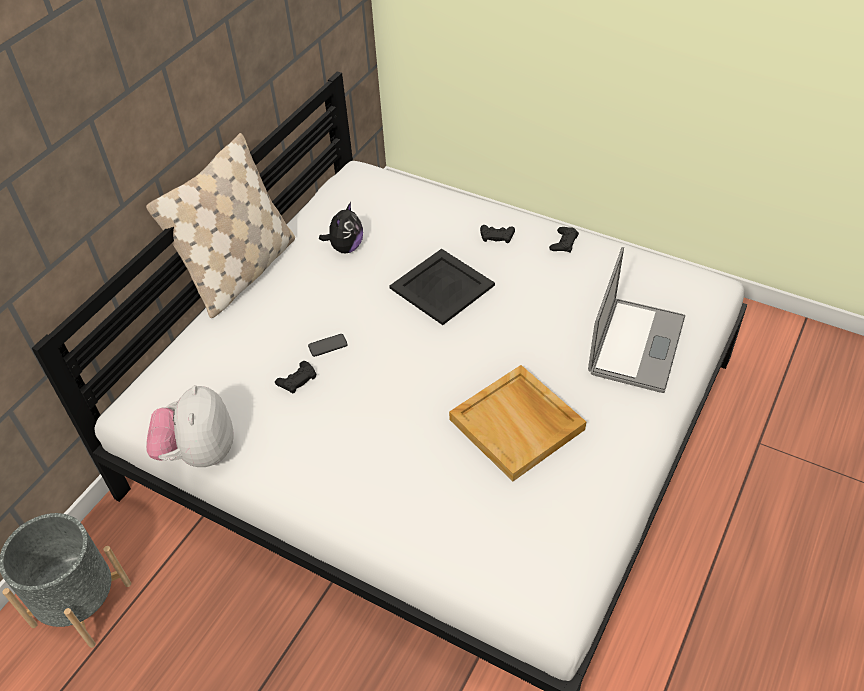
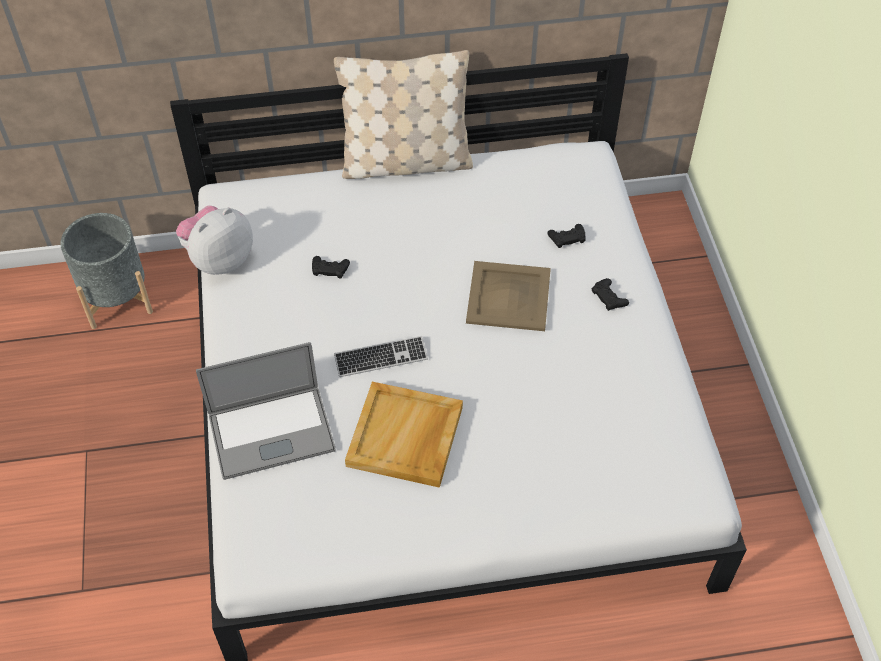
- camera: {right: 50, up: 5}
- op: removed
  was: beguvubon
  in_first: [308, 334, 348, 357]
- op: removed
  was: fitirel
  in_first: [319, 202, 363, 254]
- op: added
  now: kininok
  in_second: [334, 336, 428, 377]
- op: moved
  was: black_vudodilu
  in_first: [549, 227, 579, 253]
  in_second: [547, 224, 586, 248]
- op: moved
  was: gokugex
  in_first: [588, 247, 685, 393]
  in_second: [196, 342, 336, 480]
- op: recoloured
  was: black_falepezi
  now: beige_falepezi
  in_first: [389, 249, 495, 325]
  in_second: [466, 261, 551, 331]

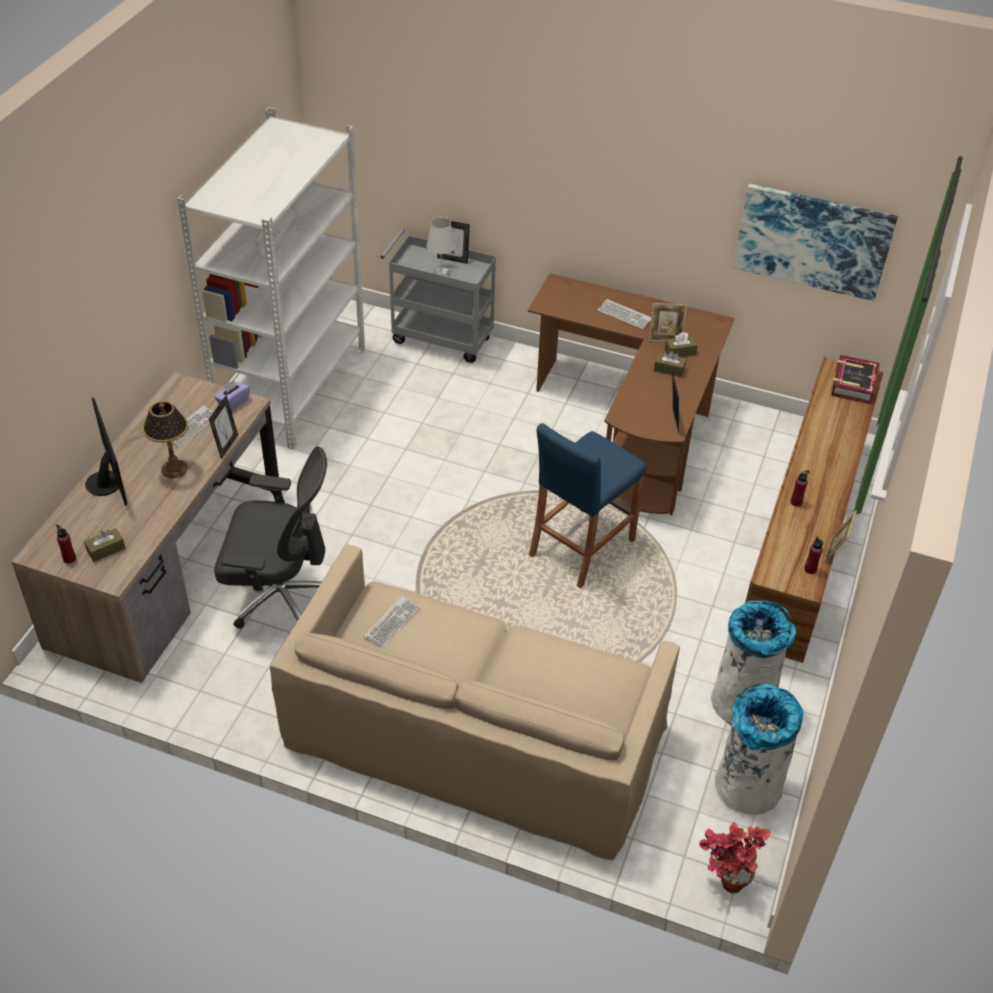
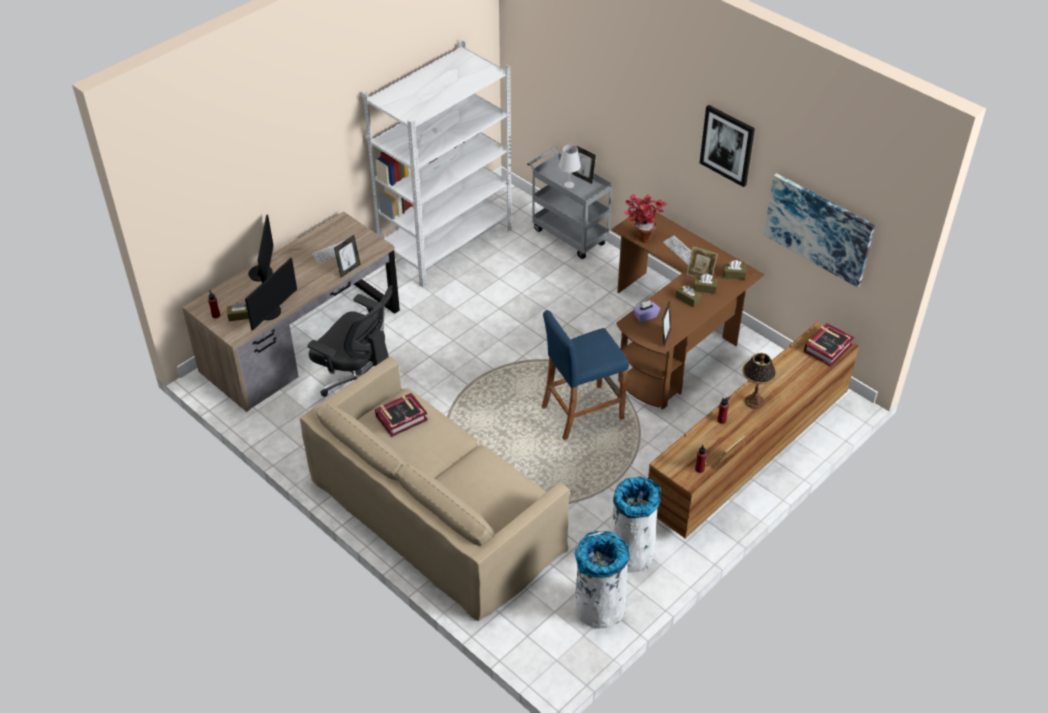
- camera: {right: 25, up: 0}
- op: added
  now: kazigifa
  in_second: [245, 258, 297, 331]
- op: added
  now: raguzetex
  in_second: [700, 105, 755, 187]
- op: added
  now: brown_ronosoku
  in_second: [723, 260, 746, 279]
- op: moved
  was: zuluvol
  in_first: [142, 401, 188, 478]
  in_second: [742, 353, 777, 409]
- op: moved
  was: purple_ronosoku
  in_first: [214, 380, 250, 411]
  in_second: [633, 300, 660, 323]
- op: moved
  was: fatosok
  in_first: [699, 822, 771, 893]
  in_second: [624, 194, 667, 243]
- op: replaced
  was: kininok
  now: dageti
  in_first: [364, 596, 420, 648]
  in_second: [375, 393, 428, 437]

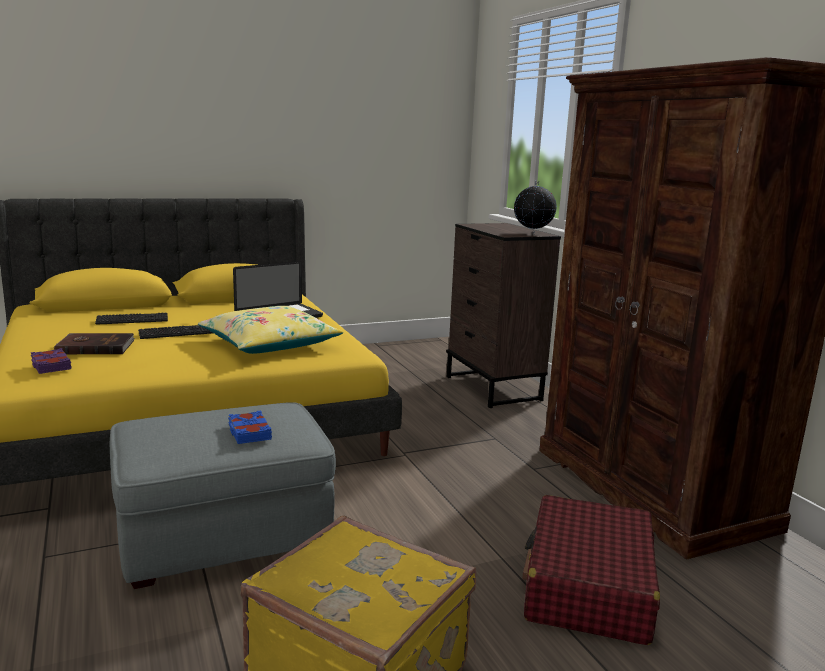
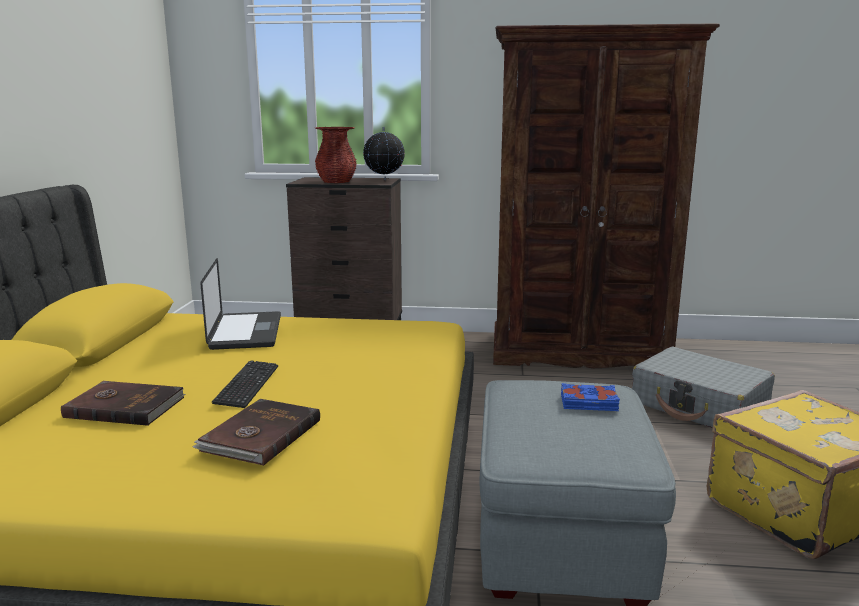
- camera: {right: -60, up: 0}
- op: removed
  was: purple_dageti
  in_first: [31, 348, 72, 374]
- op: removed
  was: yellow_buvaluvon
  in_first: [198, 306, 343, 354]
- op: added
  now: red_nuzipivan
  in_second: [315, 127, 357, 183]
- op: replaced
  was: kininok
  now: brown_dageti
  in_first: [95, 312, 168, 325]
  in_second: [61, 381, 186, 426]
- op: recoloured
  was: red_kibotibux
  now: grey_kibotibux
  in_first: [523, 495, 660, 645]
  in_second: [632, 347, 775, 428]

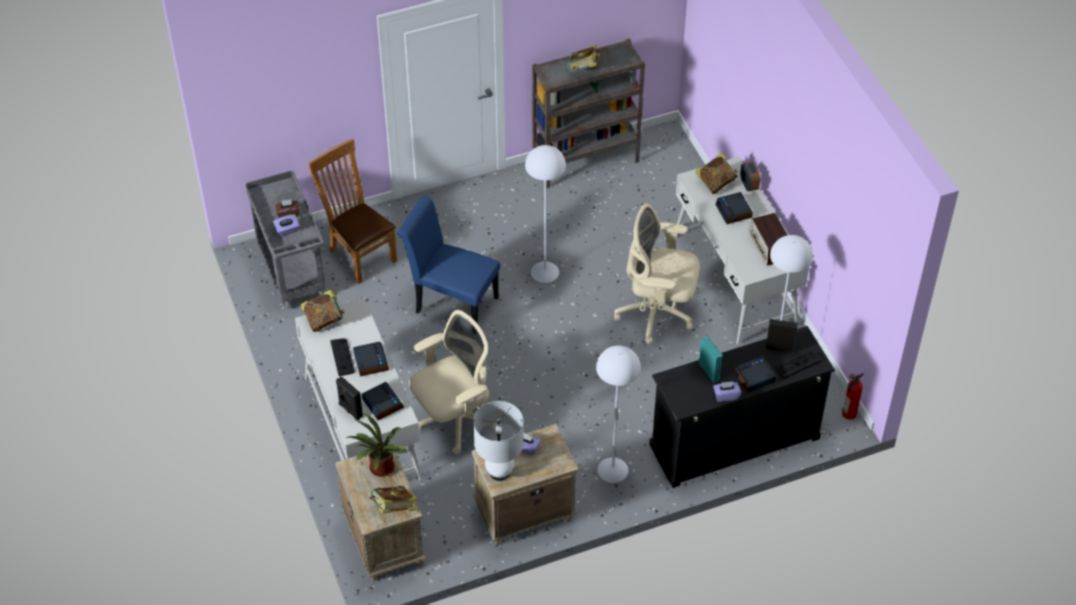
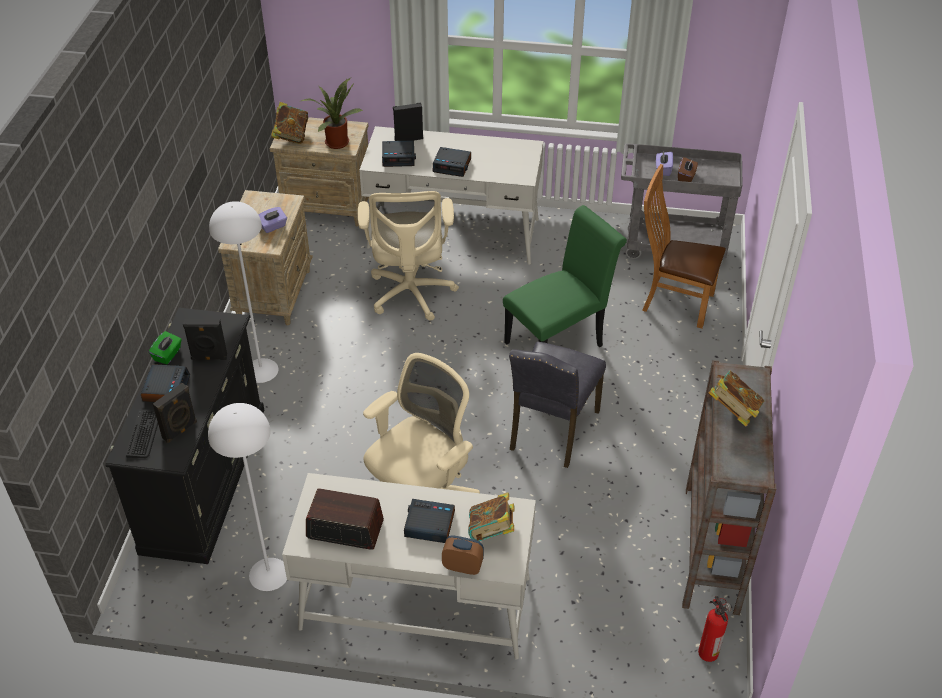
- camera: {right: 120, up: -5}
- op: removed
  was: dageti
  in_first: [300, 290, 344, 332]
- op: removed
  was: kininok
  in_first: [331, 338, 355, 376]
- op: removed
  was: white_zuluvol
  in_first: [473, 401, 524, 481]
- op: moved
  was: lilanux
  in_first: [842, 373, 863, 420]
  in_second: [698, 596, 732, 662]
- op: replaced
  was: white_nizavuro
  now: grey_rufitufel
  in_first: [525, 145, 566, 283]
  in_second: [509, 341, 606, 468]
- op: recoloured
  was: blue_rufitufel
  now: green_rufitufel
  in_first: [397, 196, 500, 324]
  in_second: [503, 205, 627, 347]
- op: recoloured
  was: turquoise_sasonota
  now: black_sasonota
  in_first: [699, 336, 723, 382]
  in_second: [183, 319, 227, 360]
- op: recoloured
  was: purple_ronosoku
  now: green_ronosoku
  in_first: [713, 381, 741, 402]
  in_second: [149, 331, 182, 364]
- op: turned
  was: brown_rufitufel
  in_first: [308, 139, 397, 284]
  in_second: [642, 164, 726, 328]
  clockwise: -150

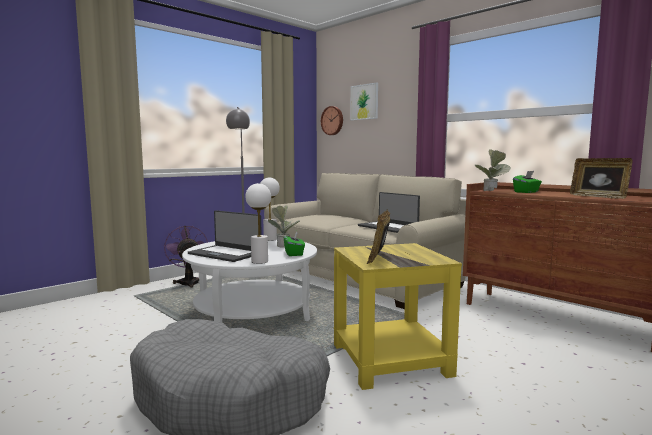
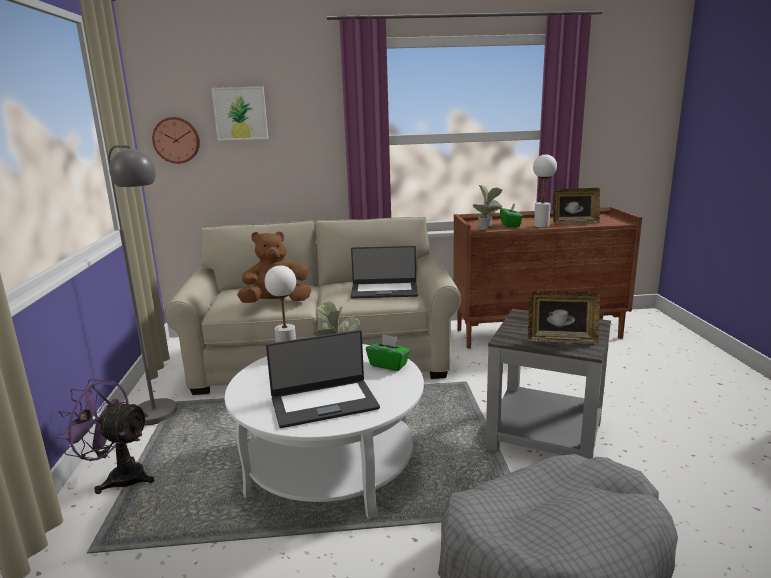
- camera: {right: -50, up: 10}
- op: added
  now: brown_fitirel
  in_second: [237, 231, 311, 303]
- op: moved
  was: white_zuluvol
  in_first: [245, 183, 271, 264]
  in_second: [533, 154, 557, 228]
- op: recoloured
  was: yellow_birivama
  now: grey_birivama
  in_first: [334, 243, 462, 390]
  in_second: [485, 309, 611, 459]
- op: turned
  was: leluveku
  in_first: [366, 209, 390, 264]
  in_second: [528, 291, 600, 344]
  clockwise: -45

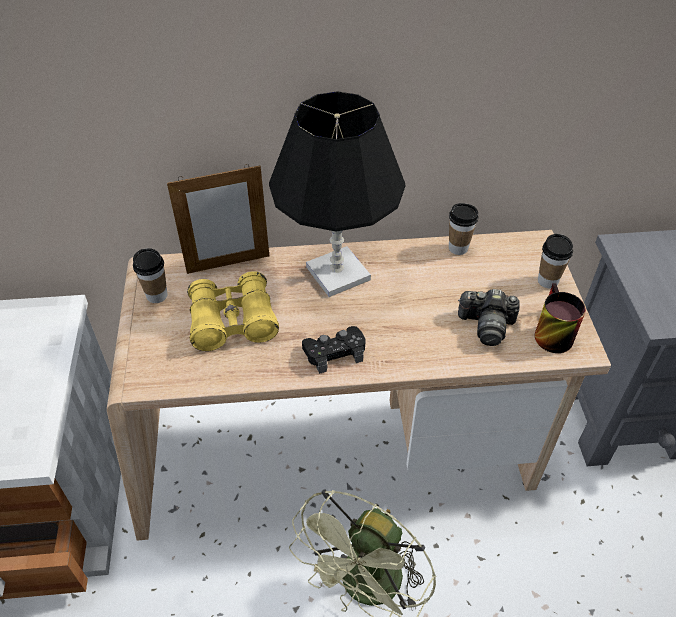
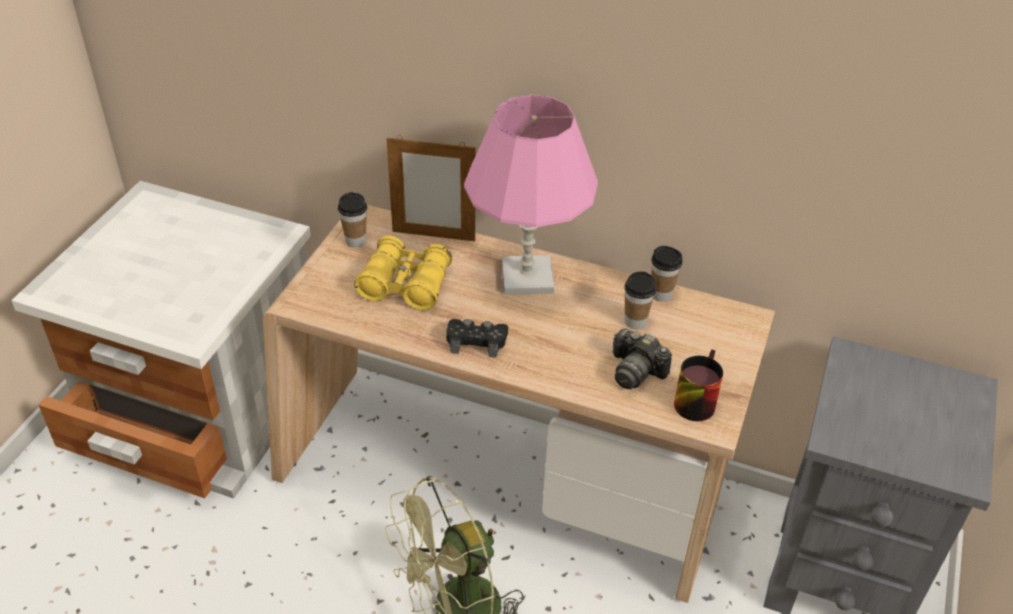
- camera: {right: 25, up: -5}
- op: moved
  was: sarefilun
  in_first: [538, 234, 573, 288]
  in_second: [624, 272, 656, 329]
- op: recoloured
  was: black_zuluvol
  now: pink_zuluvol
  in_first: [269, 91, 405, 297]
  in_second: [464, 95, 598, 295]

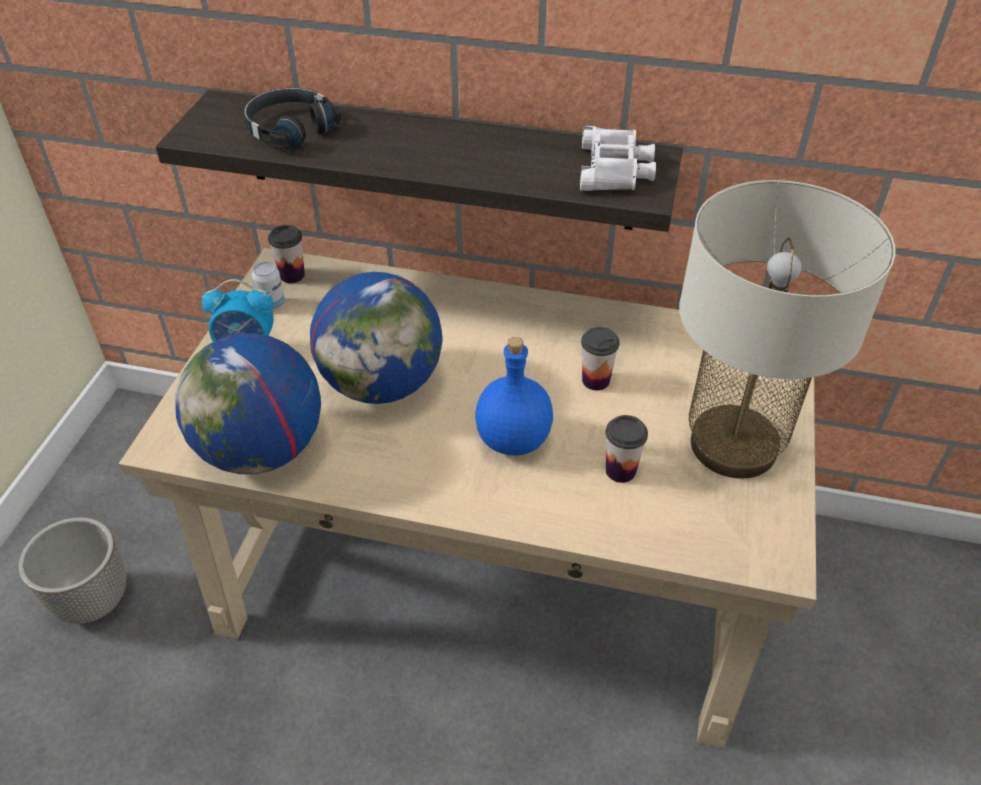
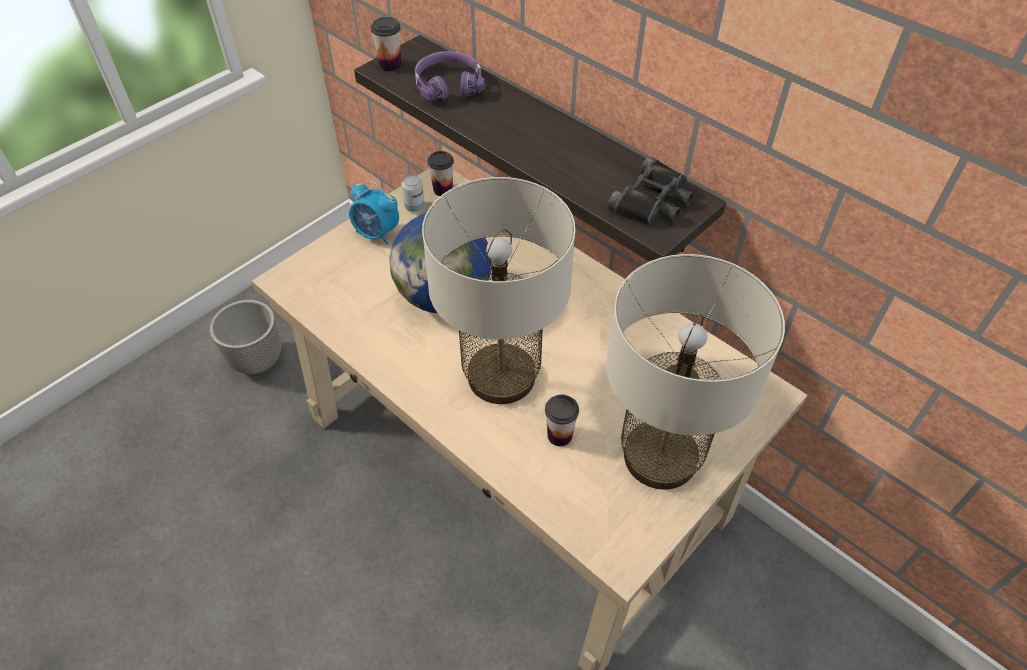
- camera: {right: 30, up: 5}
- op: removed
  was: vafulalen
  in_first: [175, 333, 321, 474]
- op: moved
  was: sarefilun
  in_first: [581, 327, 620, 391]
  in_second: [371, 17, 401, 72]
- op: replaced
  was: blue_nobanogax
  now: zuluvol
  in_first: [475, 337, 553, 455]
  in_second: [422, 177, 576, 404]
- op: recoloured
  was: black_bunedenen
  now: purple_bunedenen
  in_first: [244, 88, 342, 148]
  in_second: [415, 51, 485, 101]
- op: recoloured
  was: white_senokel
  now: black_senokel
  in_first: [580, 126, 656, 191]
  in_second: [608, 157, 694, 225]

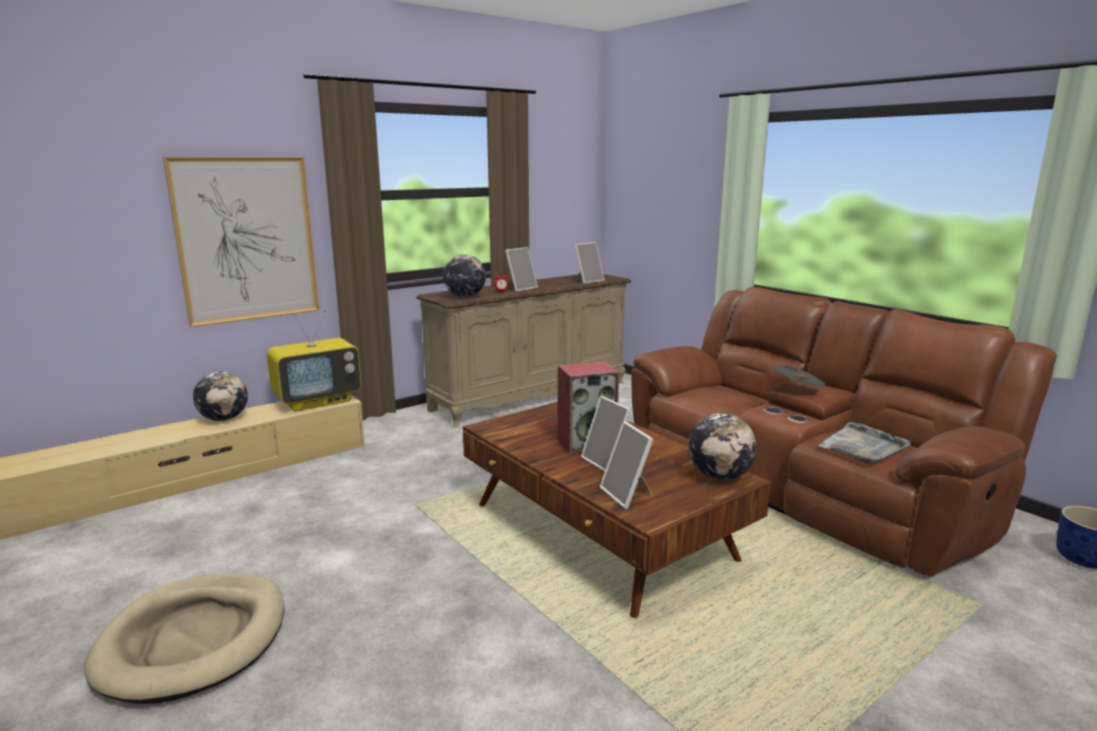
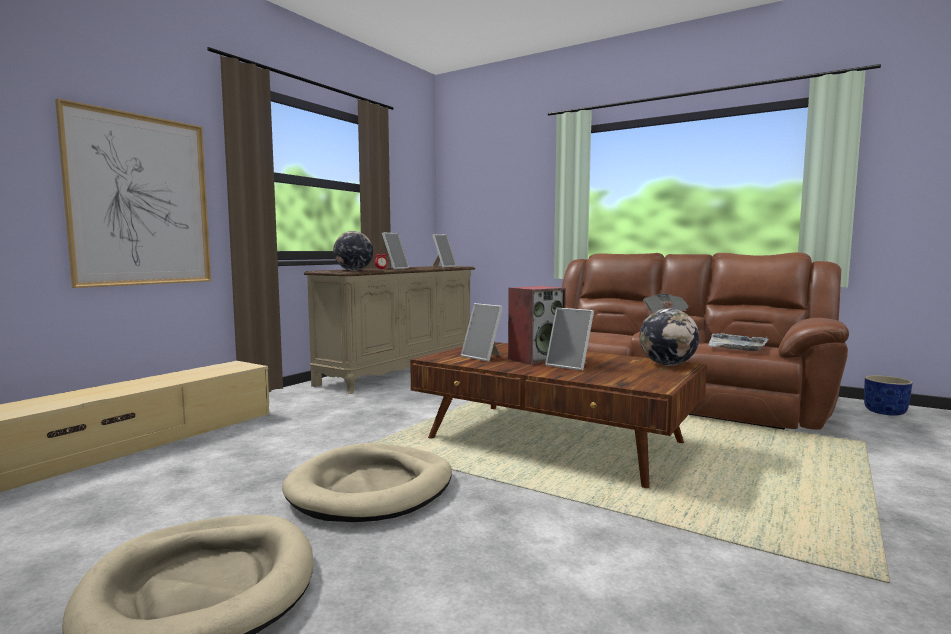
- camera: {right: -20, up: -10}
- op: removed
  was: vafulalen
  in_first: [193, 371, 248, 421]
- op: removed
  was: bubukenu
  in_first: [267, 311, 361, 412]
- op: added
  now: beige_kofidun
  in_second: [282, 443, 452, 522]
- op: moved
  was: leluveku
  in_first: [600, 421, 654, 509]
  in_second: [461, 303, 503, 362]

